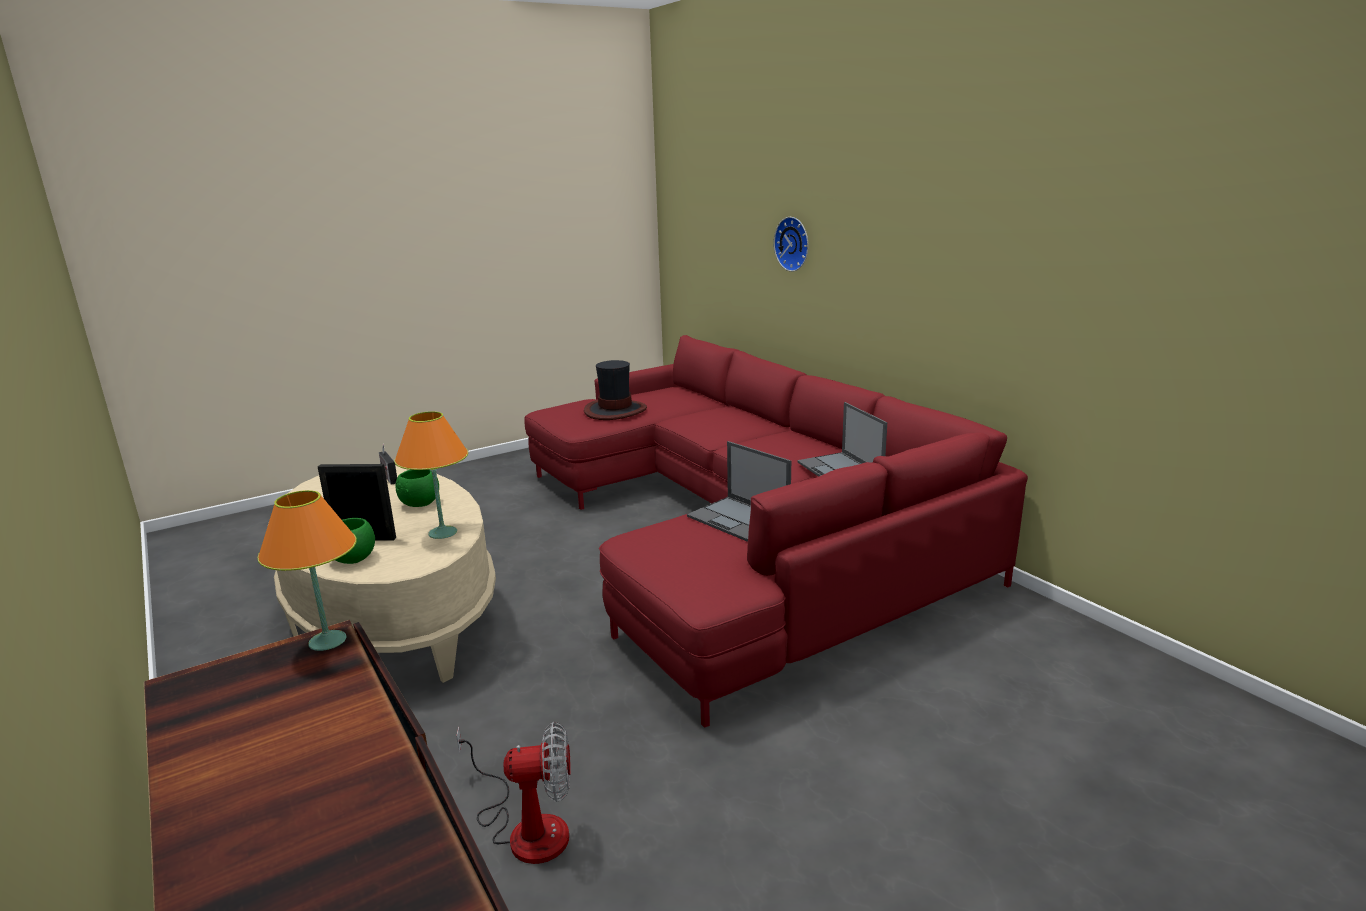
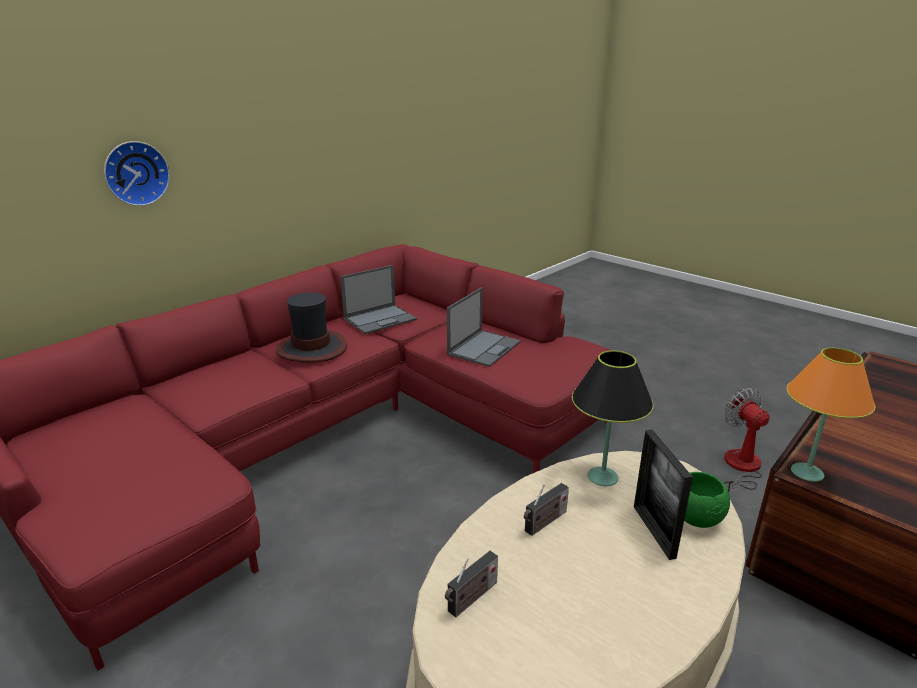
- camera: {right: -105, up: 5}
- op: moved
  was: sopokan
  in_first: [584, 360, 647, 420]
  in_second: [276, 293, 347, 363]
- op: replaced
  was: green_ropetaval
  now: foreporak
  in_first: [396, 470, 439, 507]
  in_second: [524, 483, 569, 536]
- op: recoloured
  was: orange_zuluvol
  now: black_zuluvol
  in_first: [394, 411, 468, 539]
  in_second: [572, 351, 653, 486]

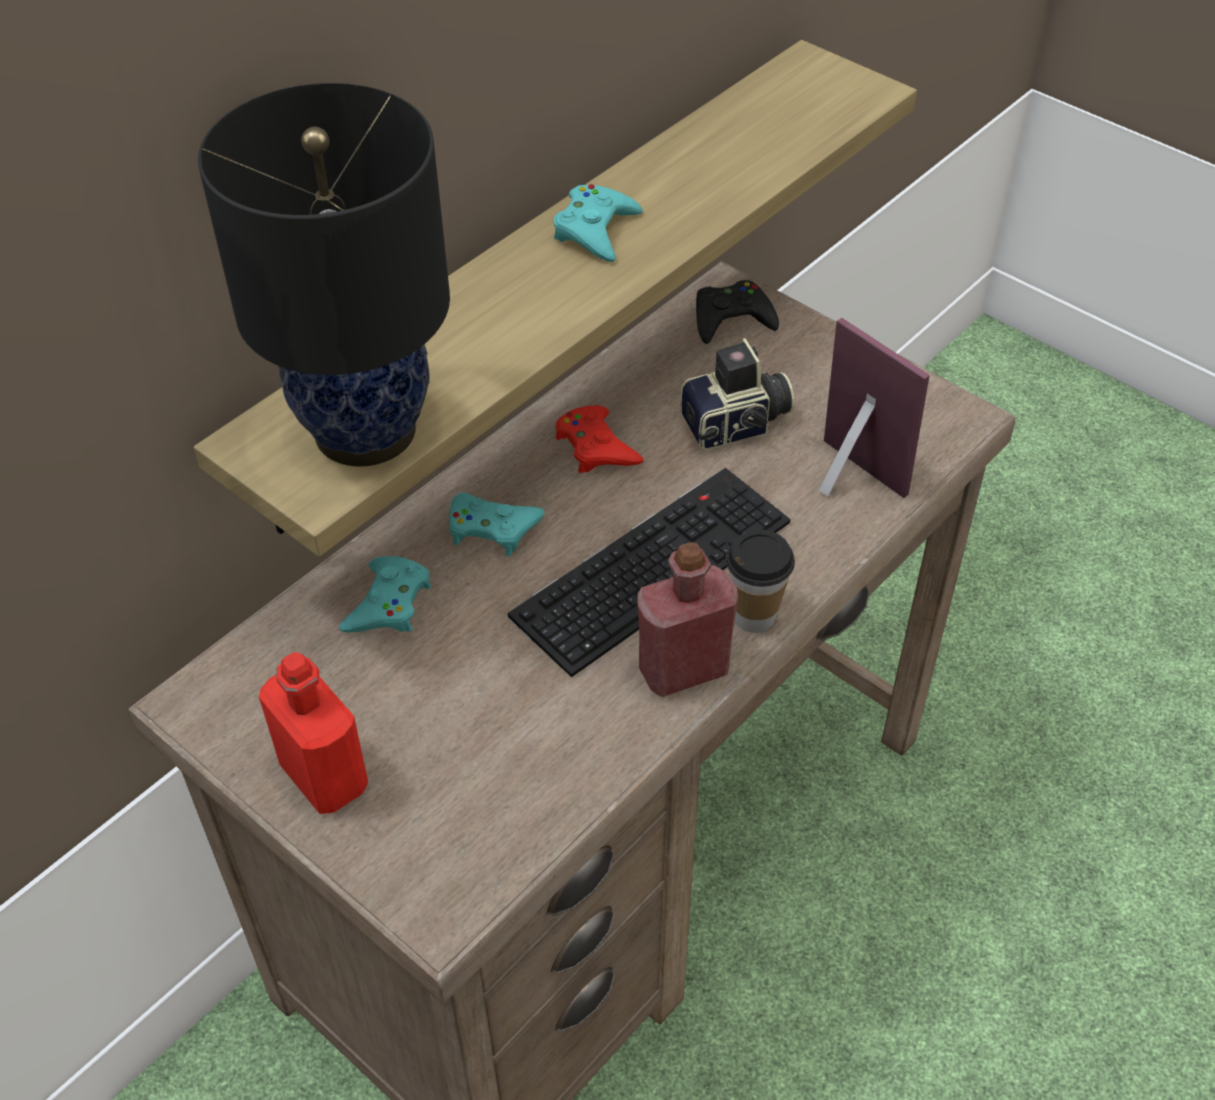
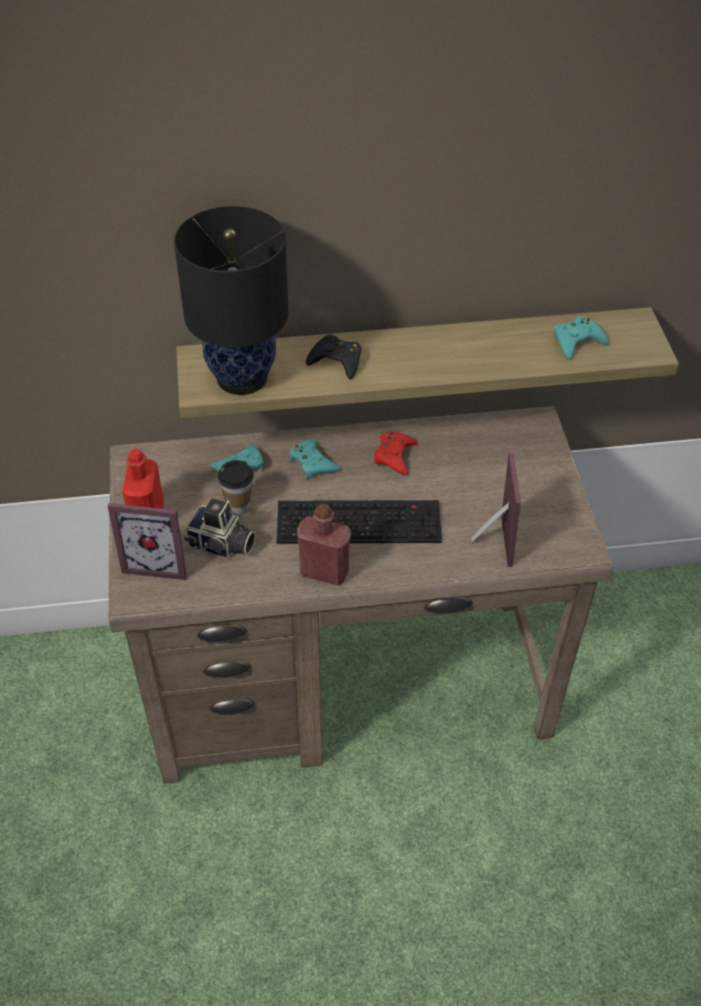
- camera: {right: 40, up: 0}
- op: added
  now: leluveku
  in_second: [107, 503, 187, 580]
- op: moved
  was: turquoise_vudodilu
  in_first: [554, 184, 643, 262]
  in_second: [553, 316, 609, 360]
- op: moved
  was: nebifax
  in_first: [680, 339, 794, 450]
  in_second: [184, 498, 256, 559]
- op: moved
  was: black_vudodilu
  in_first: [696, 280, 779, 344]
  in_second: [306, 334, 361, 379]
- op: moved
  was: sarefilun
  in_first: [726, 529, 795, 633]
  in_second: [218, 460, 254, 515]

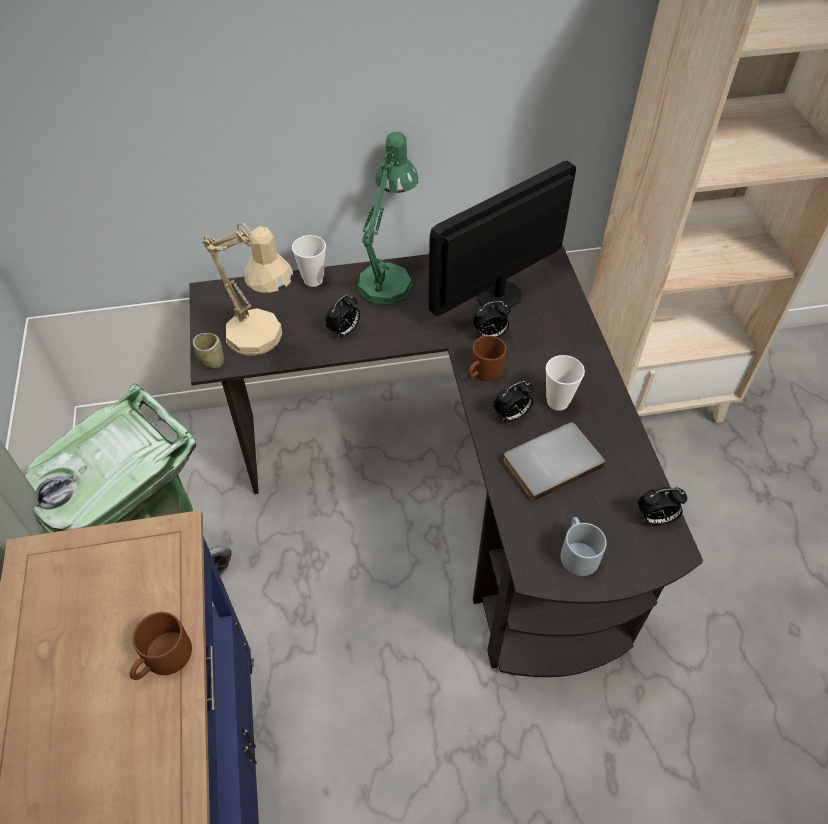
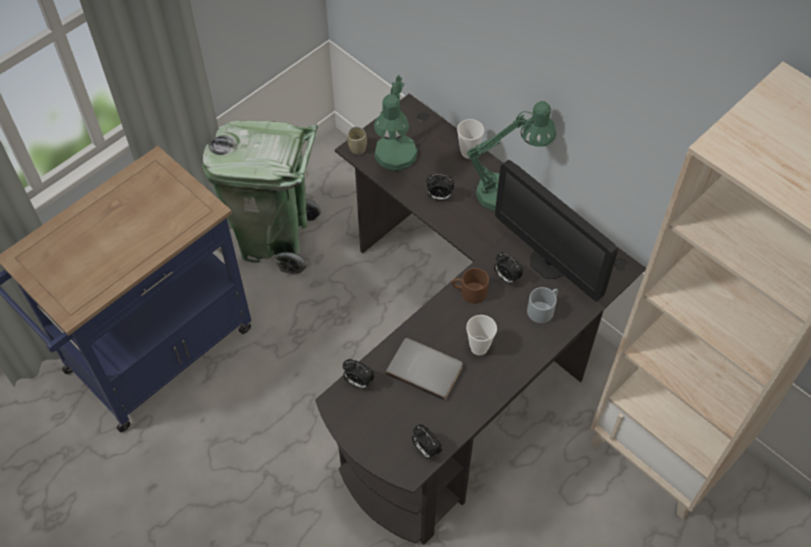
- camera: {right: 55, up: 5}
- op: removed
  was: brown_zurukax
  in_first: [130, 612, 192, 680]
- op: moved
  was: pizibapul
  in_first: [493, 381, 534, 422]
  in_second: [343, 359, 375, 389]
- op: moved
  was: grey_zurukax
  in_first: [561, 517, 607, 576]
  in_second: [527, 287, 558, 323]
- op: recoloured
  was: beige_zuluvol
  now: green_zuluvol
  in_first: [202, 223, 293, 356]
  in_second: [374, 75, 417, 171]
- op: turned
  was: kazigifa
  in_first: [428, 161, 576, 316]
  in_second: [495, 160, 618, 302]
  clockwise: -150

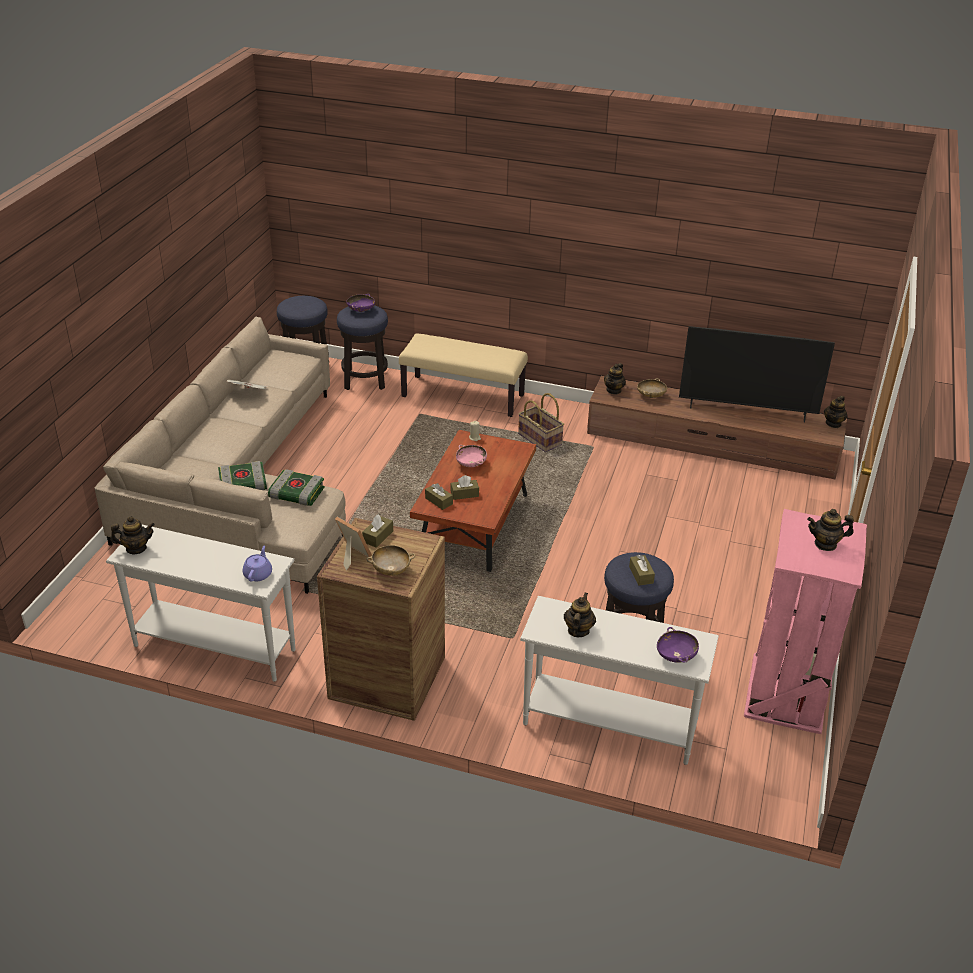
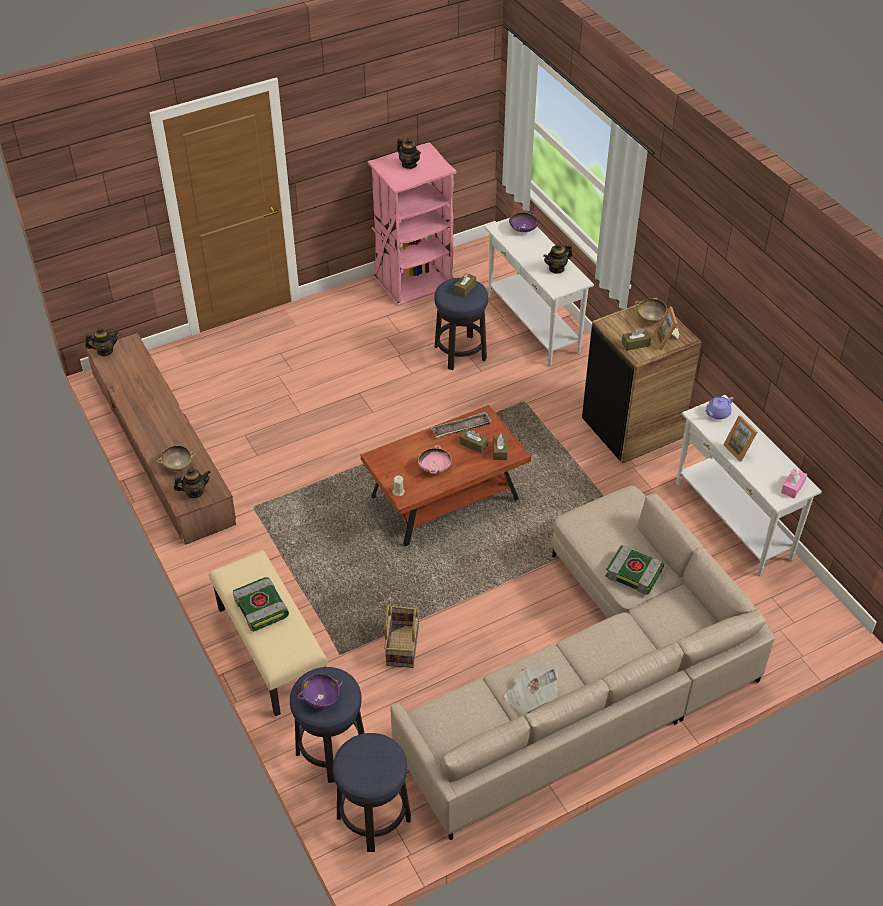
- camera: {right: -135, up: 10}
- op: removed
  was: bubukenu
  in_first: [679, 326, 835, 422]
- op: added
  now: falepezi
  in_second: [431, 411, 491, 438]
- op: added
  now: leluveku
  in_second: [723, 415, 757, 461]
- op: moved
  was: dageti
  in_first: [268, 469, 325, 506]
  in_second: [233, 577, 289, 632]
- op: moved
  was: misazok
  in_first: [518, 393, 564, 452]
  in_second: [384, 604, 419, 668]
- op: replaced
  was: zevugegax
  now: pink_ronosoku
  in_first: [110, 516, 155, 555]
  in_second: [781, 469, 807, 499]

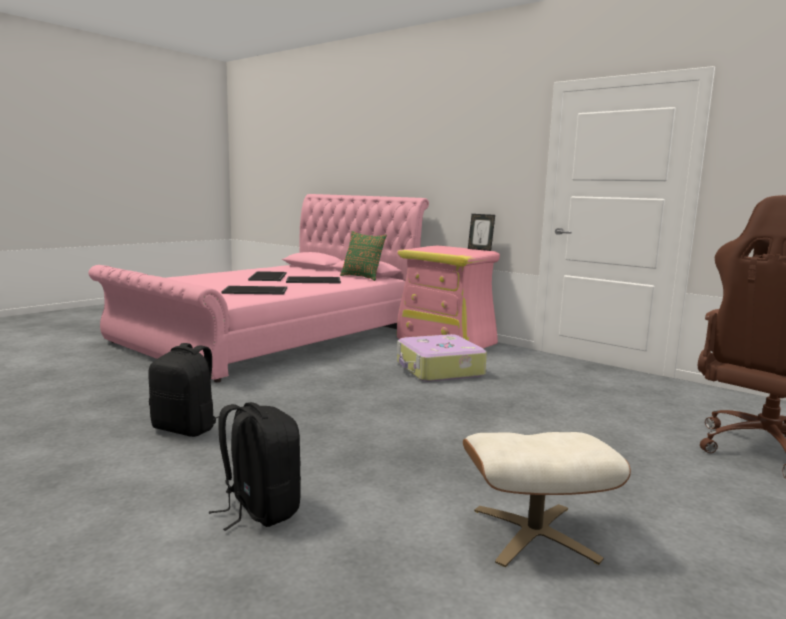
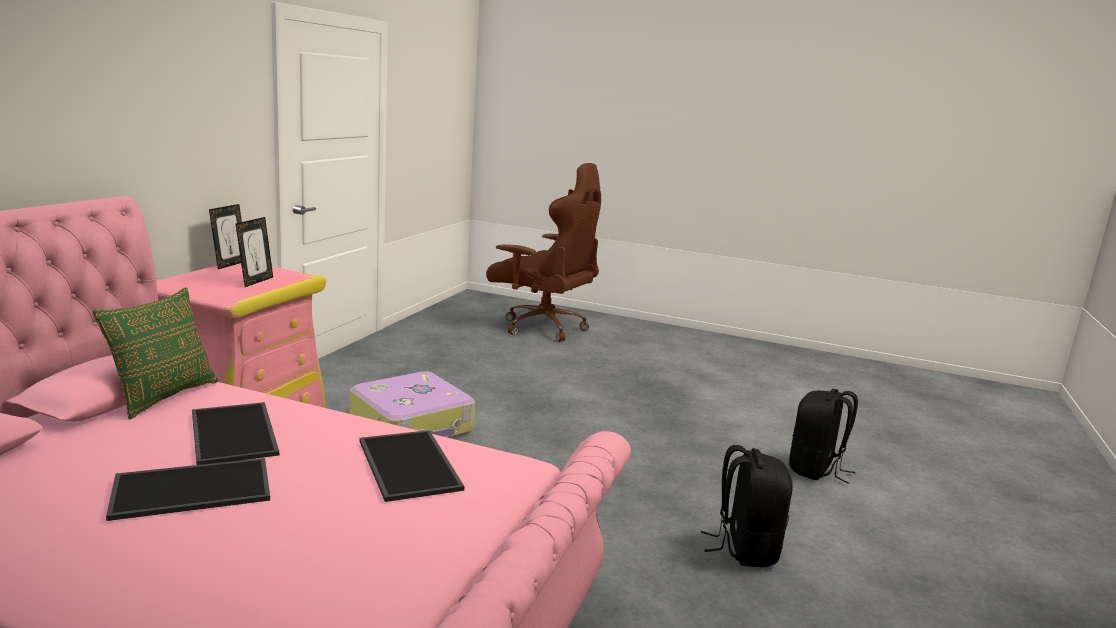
- camera: {right: -110, up: 5}
- op: removed
  was: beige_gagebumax
  in_first: [463, 432, 631, 567]
- op: added
  now: leluveku
  in_second: [236, 217, 273, 287]

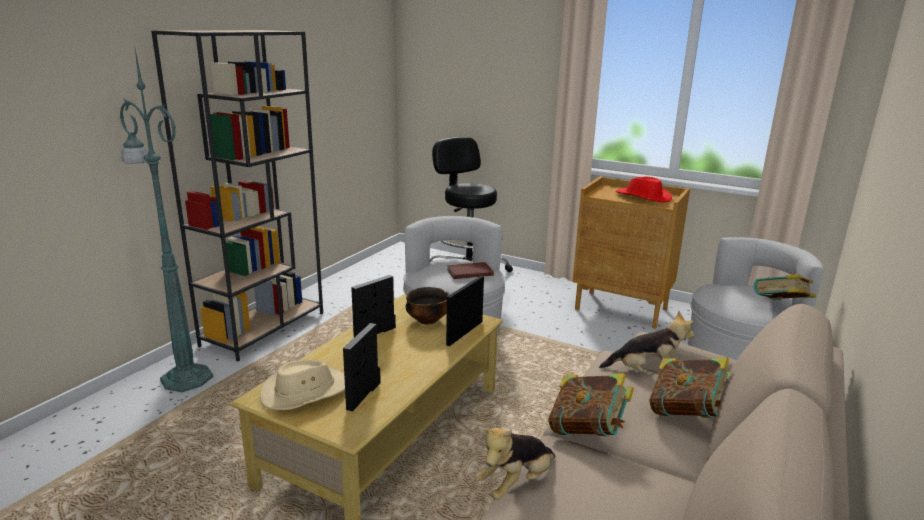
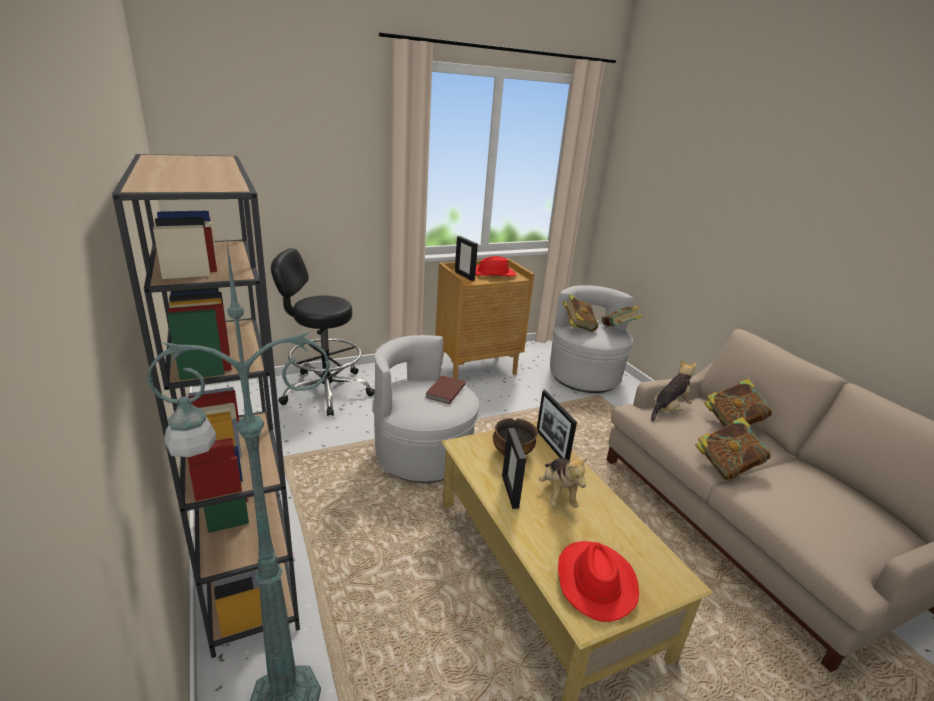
- camera: {right: -55, up: 5}
- op: added
  now: dageti
  in_second: [563, 294, 598, 332]
- op: moved
  was: leluveku
  in_first: [343, 323, 381, 411]
  in_second: [455, 236, 478, 281]
- op: moved
  was: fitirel
  in_first: [476, 428, 555, 500]
  in_second: [539, 458, 587, 508]
- op: recoloured
  was: beige_sopokan
  now: red_sopokan
  in_first: [260, 360, 345, 410]
  in_second: [558, 541, 639, 622]

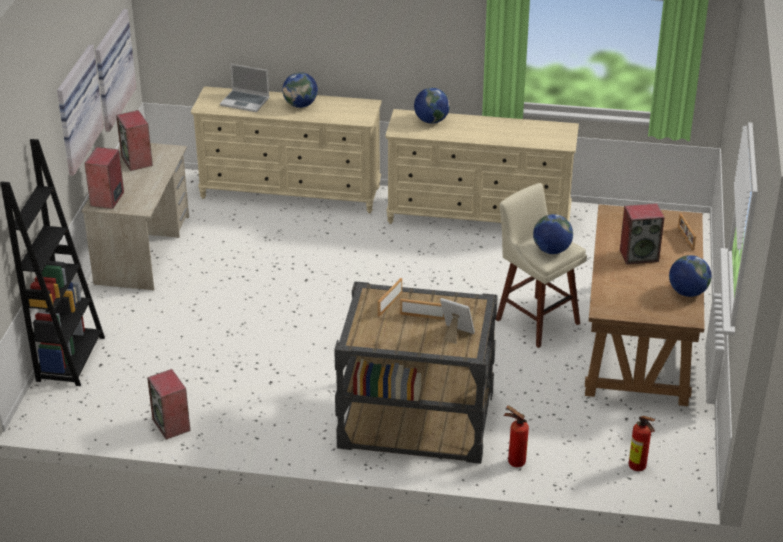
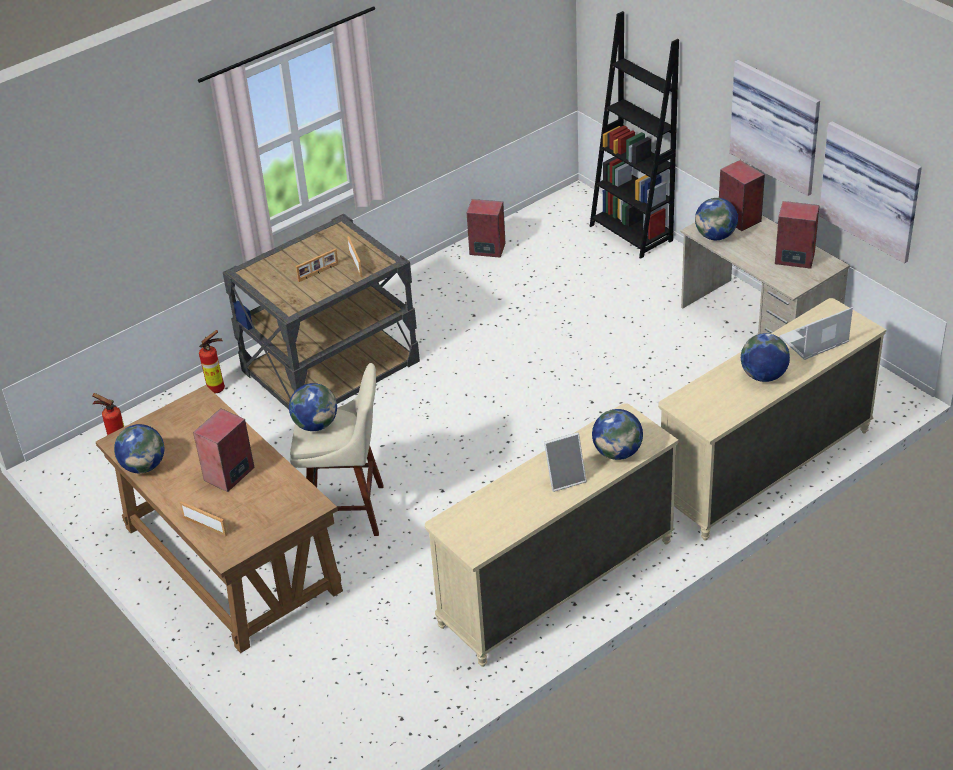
- camera: {right: 135, up: 5}
- op: added
  now: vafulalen
  in_second: [695, 198, 738, 240]
- op: moved
  was: leluveku
  in_first: [440, 298, 475, 344]
  in_second: [544, 432, 587, 492]

